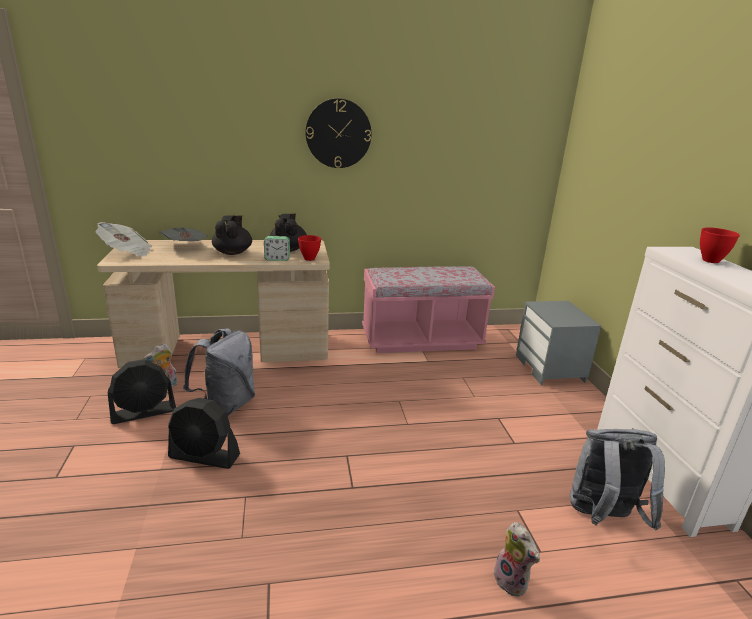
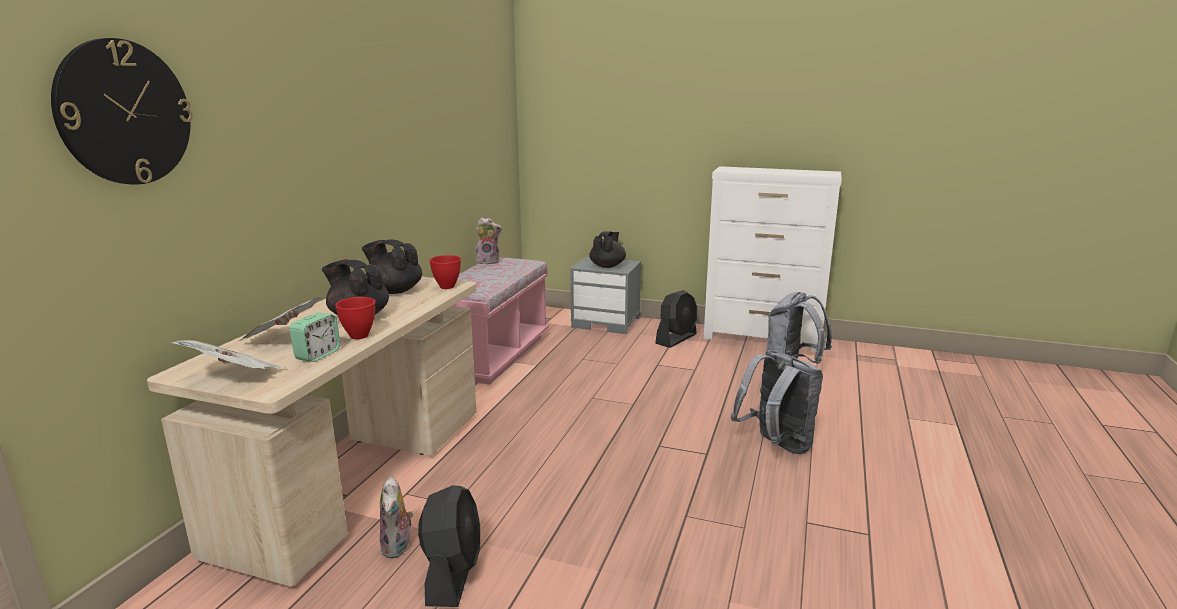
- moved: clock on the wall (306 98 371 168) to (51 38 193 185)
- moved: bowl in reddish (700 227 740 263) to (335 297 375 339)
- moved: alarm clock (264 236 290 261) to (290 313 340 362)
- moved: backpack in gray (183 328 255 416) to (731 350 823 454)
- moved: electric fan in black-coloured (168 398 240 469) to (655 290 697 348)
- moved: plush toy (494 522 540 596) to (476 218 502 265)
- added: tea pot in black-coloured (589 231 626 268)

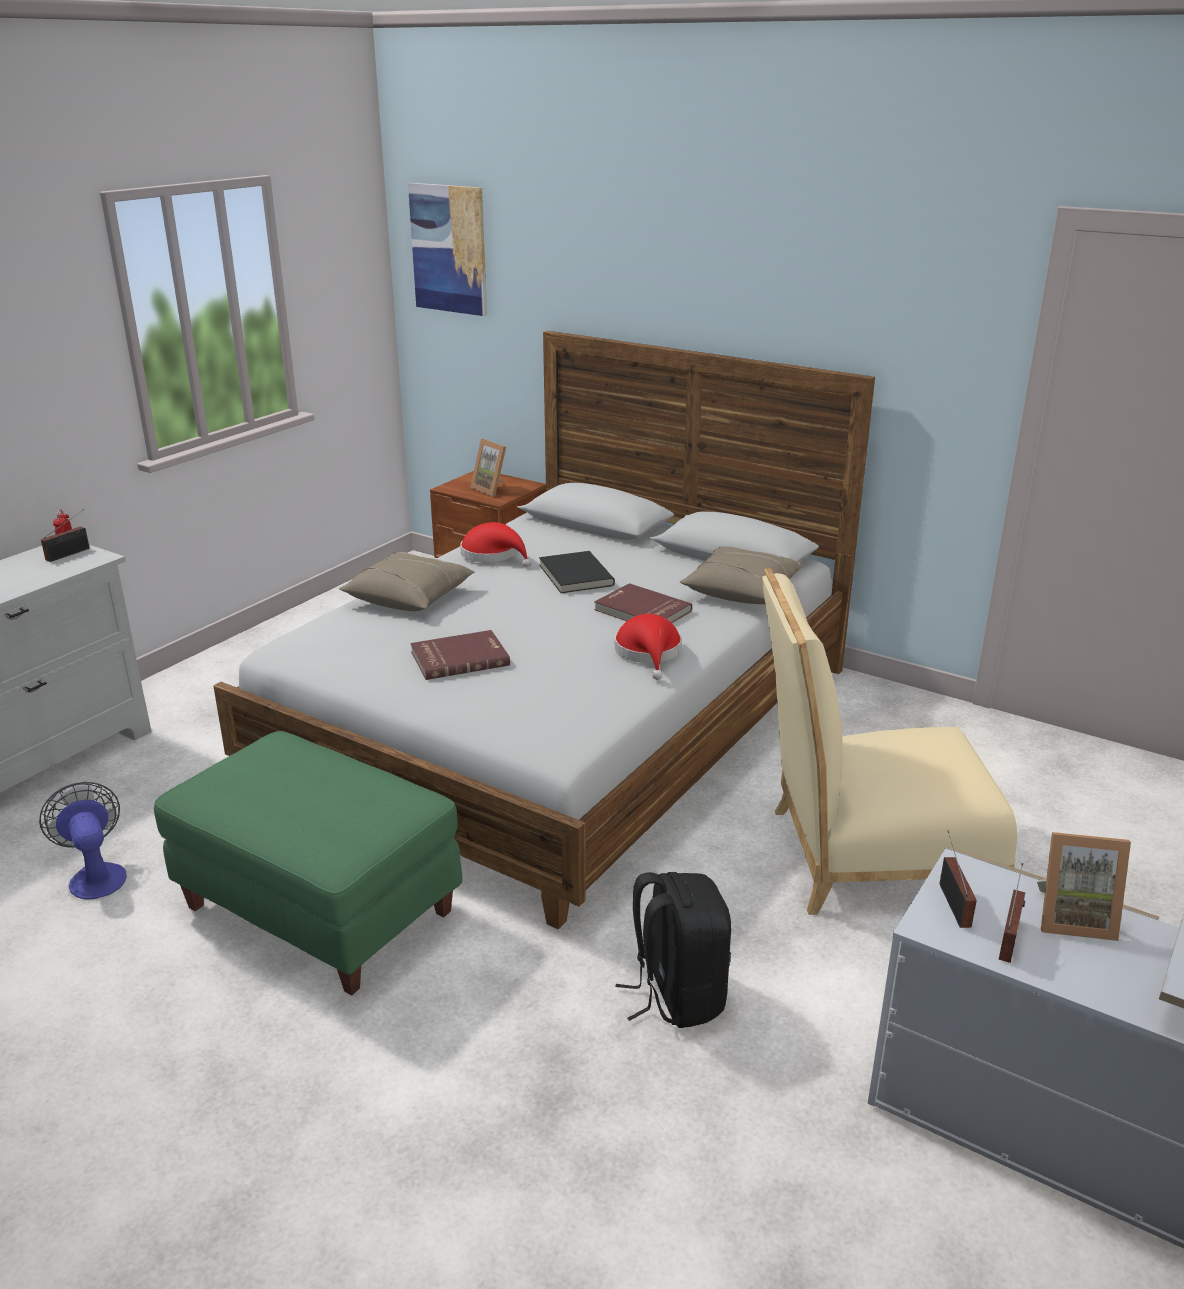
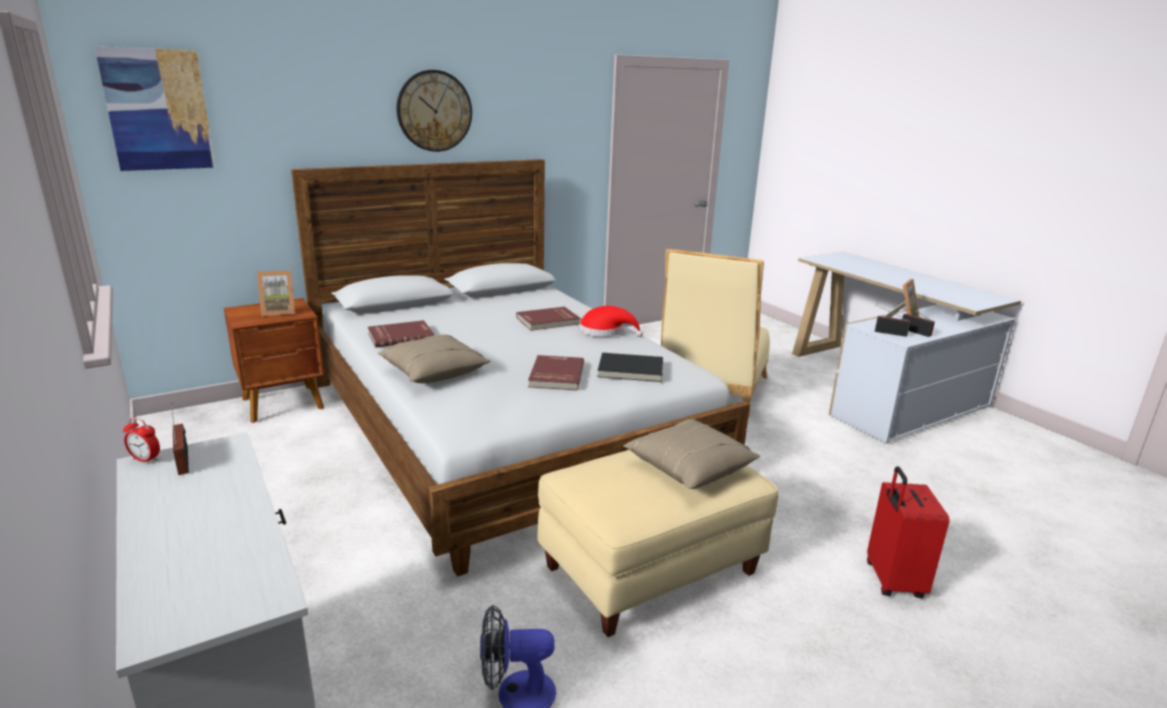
- replaced: wearable hat in reddish (460 522 531 567) to volume in reddish (368 320 434 348)
- moved: throw pillow in beige-coloured (680 546 804 604) to (623 419 760 489)
- moved: volume in black-coloured (539 551 615 593) to (597 353 663 382)
- recoloured: pouffe in green-coloured (154 731 463 995) to pouffe in beige-coloured (538 450 779 637)
- removed: backpack in black-coloured (616 872 731 1028)
- added: clock on the wall (396 70 472 152)
- added: suitcase in reddish (867 466 949 598)

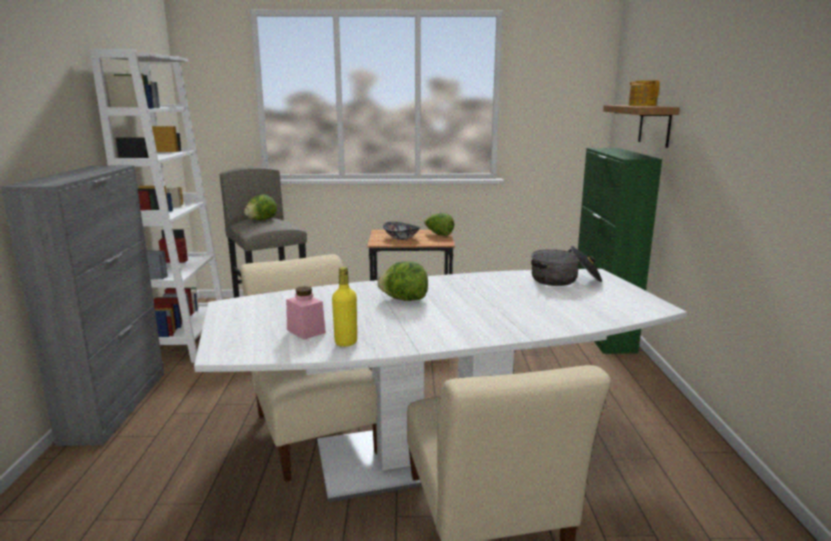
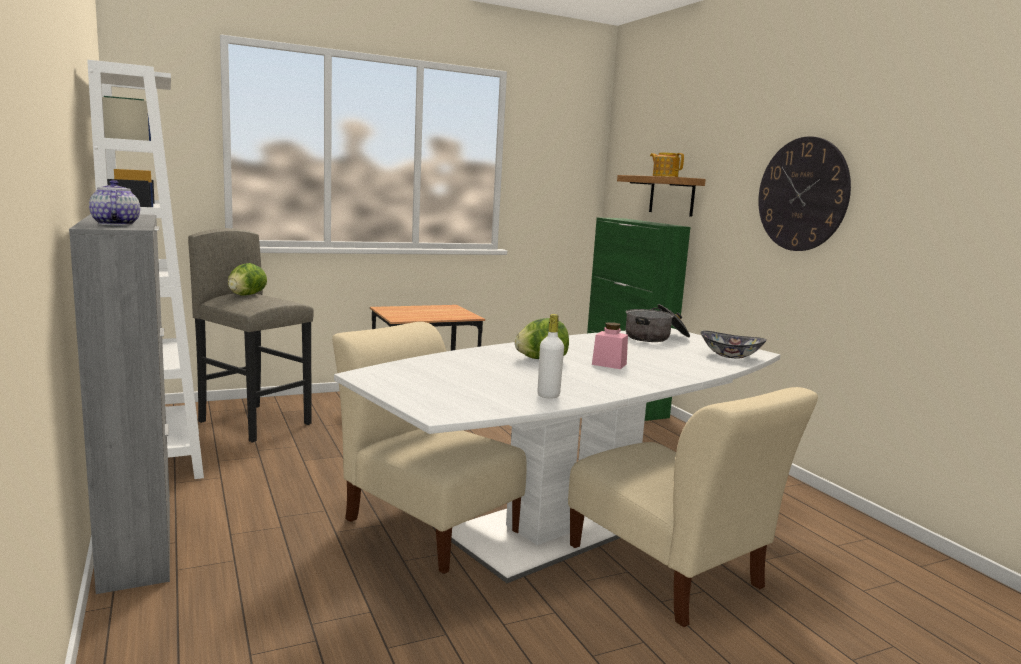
- removed: head of lettuce (424 213 454 236)
- moved: bowl (383 222 420 240) to (701 331 767 359)
- recoloured: bottle in yellow (332 267 357 347) to bottle in whitish (538 314 564 399)
- moved: preserve jar in pink (286 286 326 340) to (592 322 628 369)
- added: clock on the wall (758 136 851 251)
- added: tea pot (89 180 140 226)

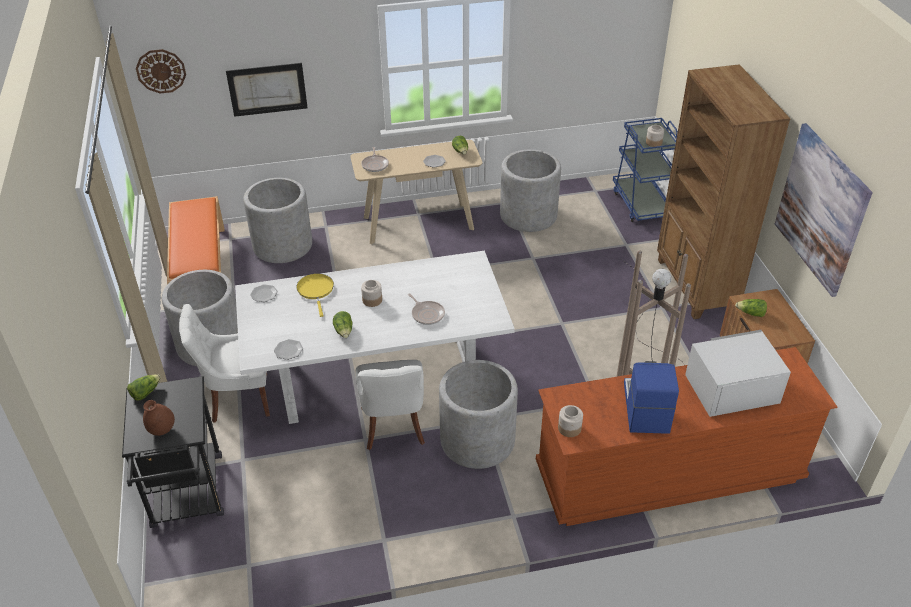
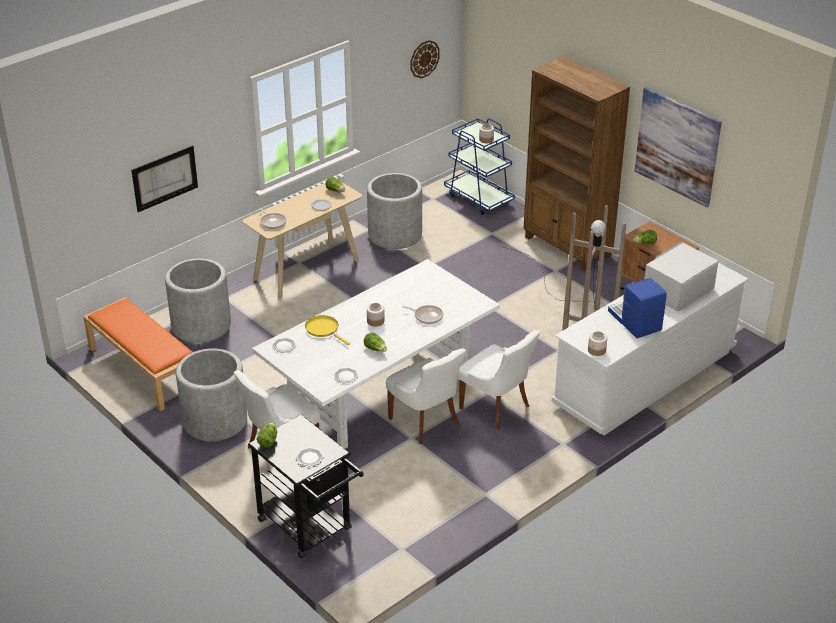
- moved: clock on the wall (136 49 186 94) to (411 40 440 79)
- recoloured: chest of drawers in brownish (536 347 837 526) to chest of drawers in whitish (552 263 749 435)
- replaced: plant pot in gray (439 360 518 469) to chair in whitish (458 330 540 429)
- replaced: vase in brownish (143 400 175 436) to flat dish (296 447 324 466)

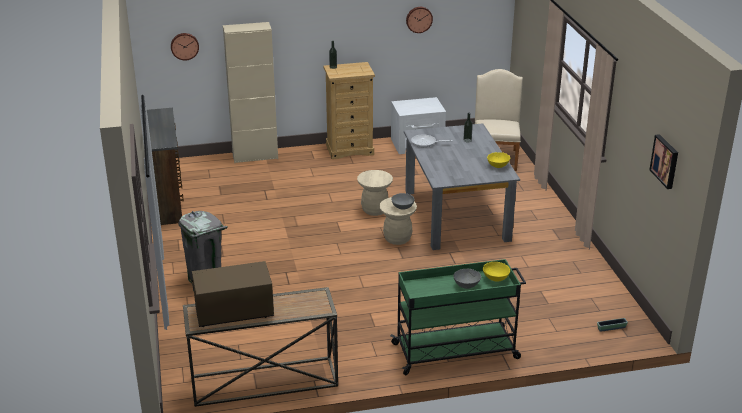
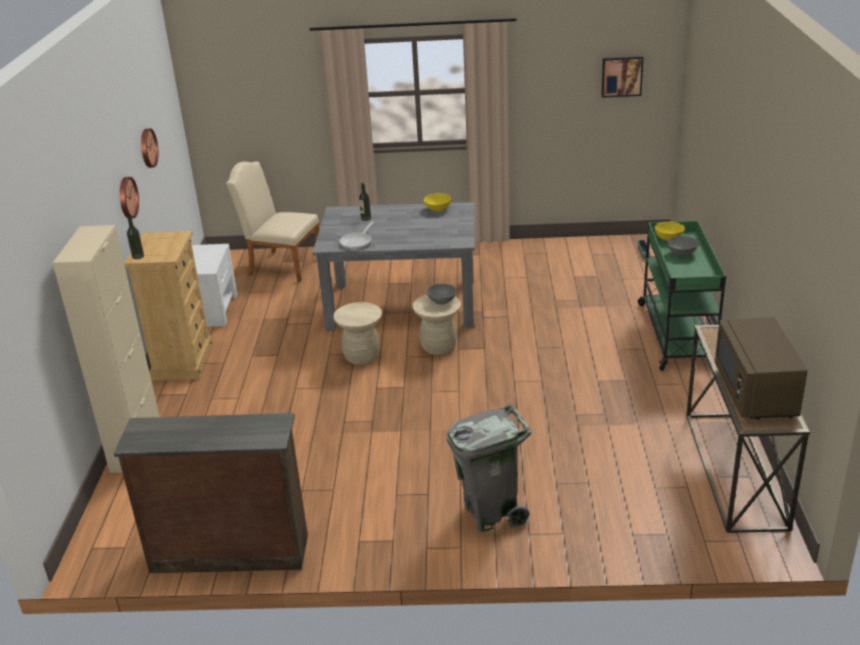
- moved: clock on the wall (171 33 199 60) to (120 177 139 218)

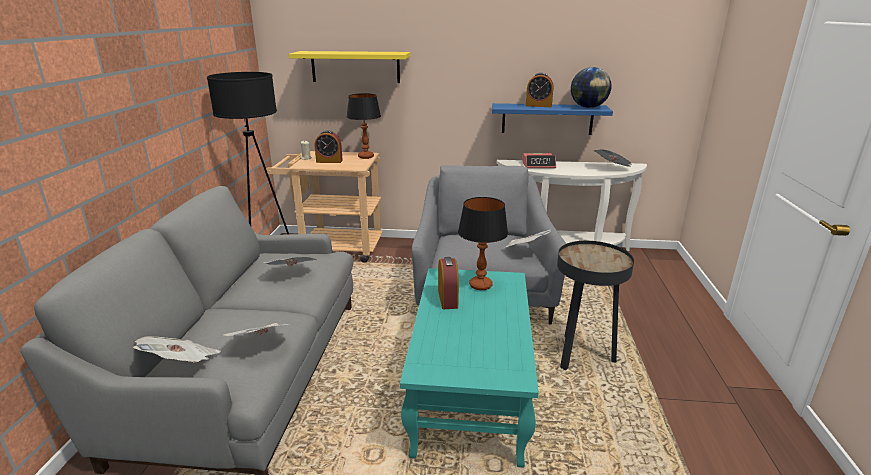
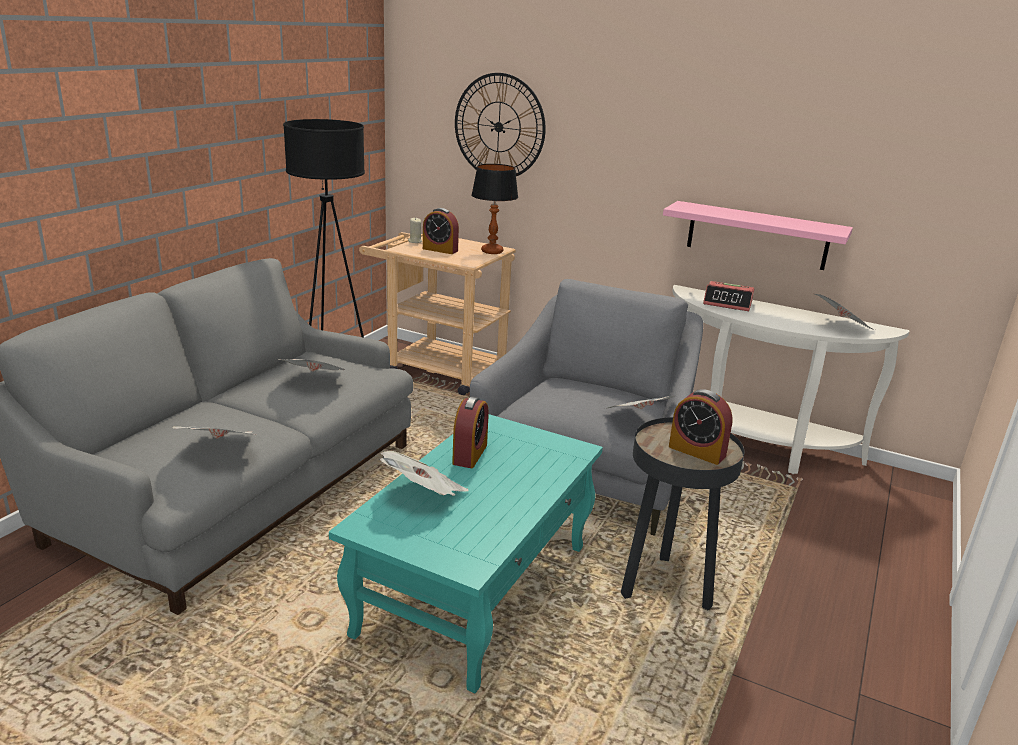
- replaced: bracket shelf in yellow (289 51 410 83) to clock on the wall (455 73 546 176)
- removed: globe (571 67 612 108)
- moved: alarm clock (526 73 553 107) to (669 389 733 465)
- recoloured: bracket shelf in blue-coloured (492 103 613 135) to bracket shelf in pink (663 201 853 270)
- removed: lamp for a table (458 197 508 290)
- moved: printed paper (133 336 221 362) to (379 451 469 495)

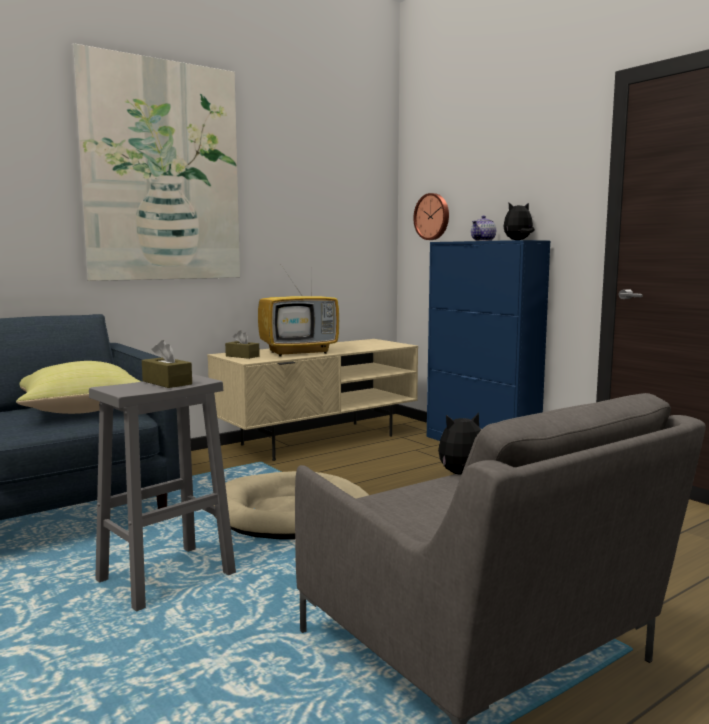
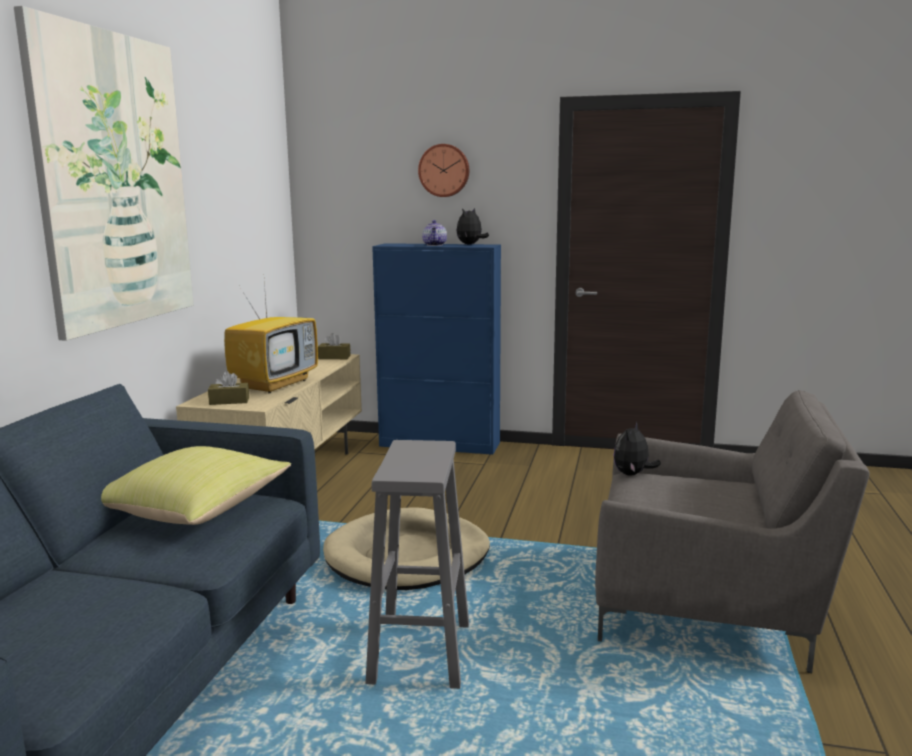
- moved: clock on the wall (413 193 449 240) to (418 144 469 197)
- moved: box of tissues in brownish (142 340 192 388) to (318 333 351 359)

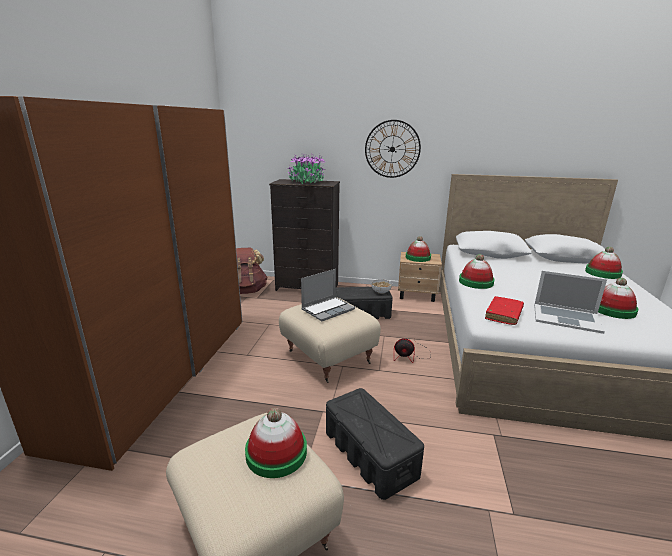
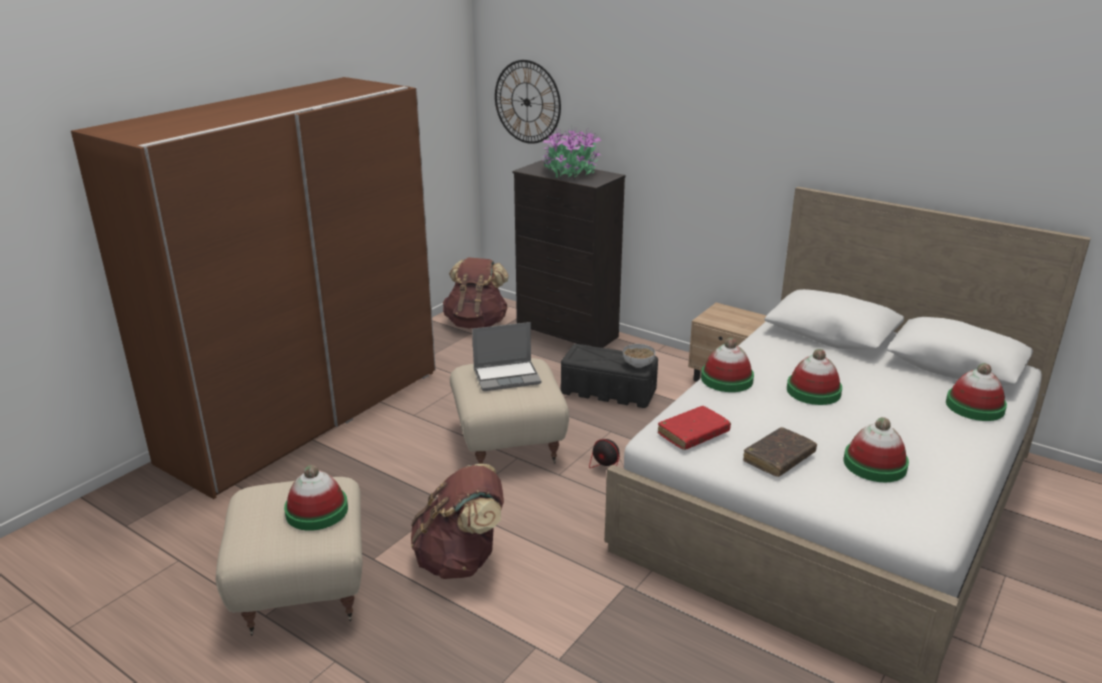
- moved: clock on the wall (365 120 421 178) to (495 60 561 144)
- moved: wearable hat (406 236 431 262) to (787 349 842 405)
- replaced: laptop (534 271 607 334) to volume in brownish (743 427 817 477)
- replaced: storage bin in black-coloured (326 388 424 500) to backpack in brownish (411 464 504 579)

